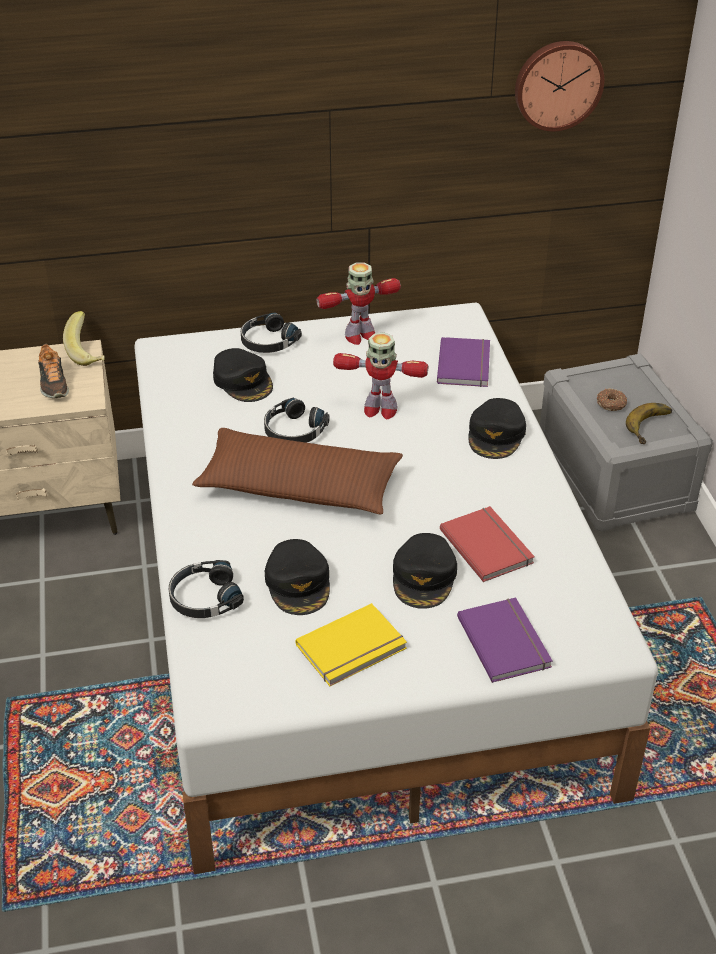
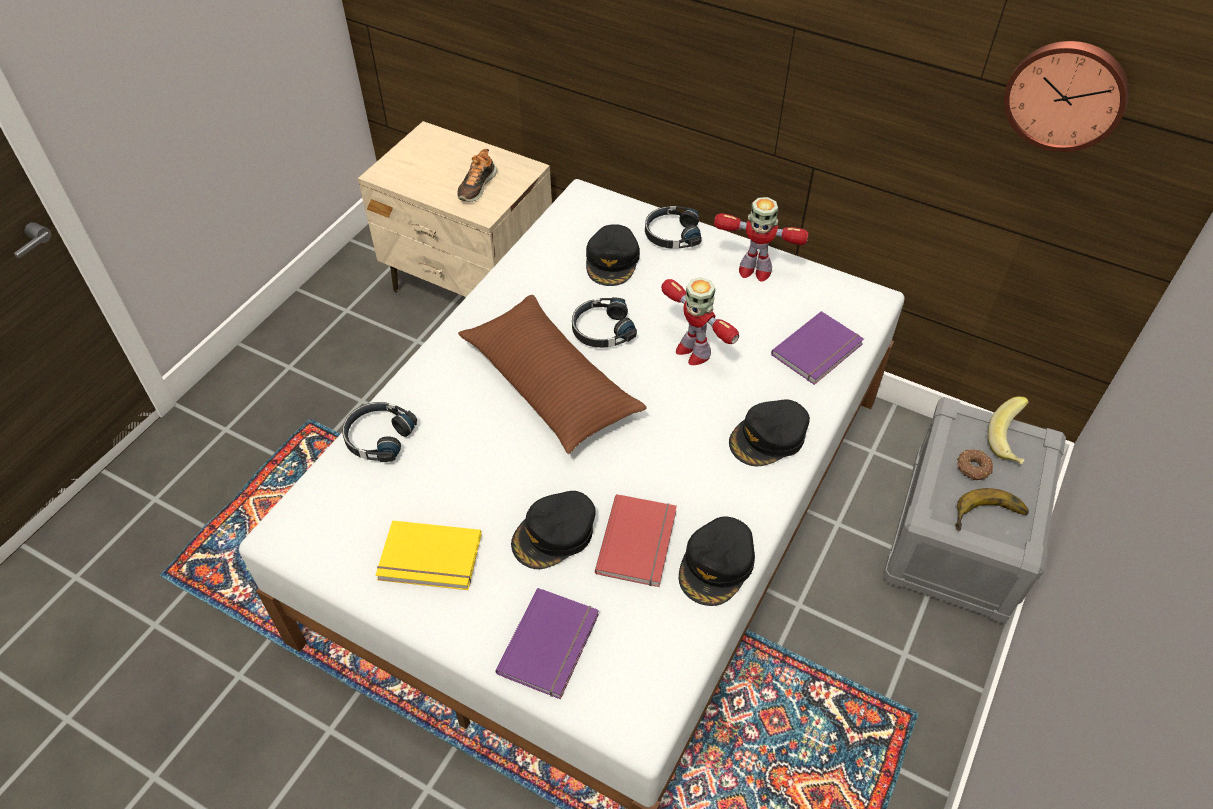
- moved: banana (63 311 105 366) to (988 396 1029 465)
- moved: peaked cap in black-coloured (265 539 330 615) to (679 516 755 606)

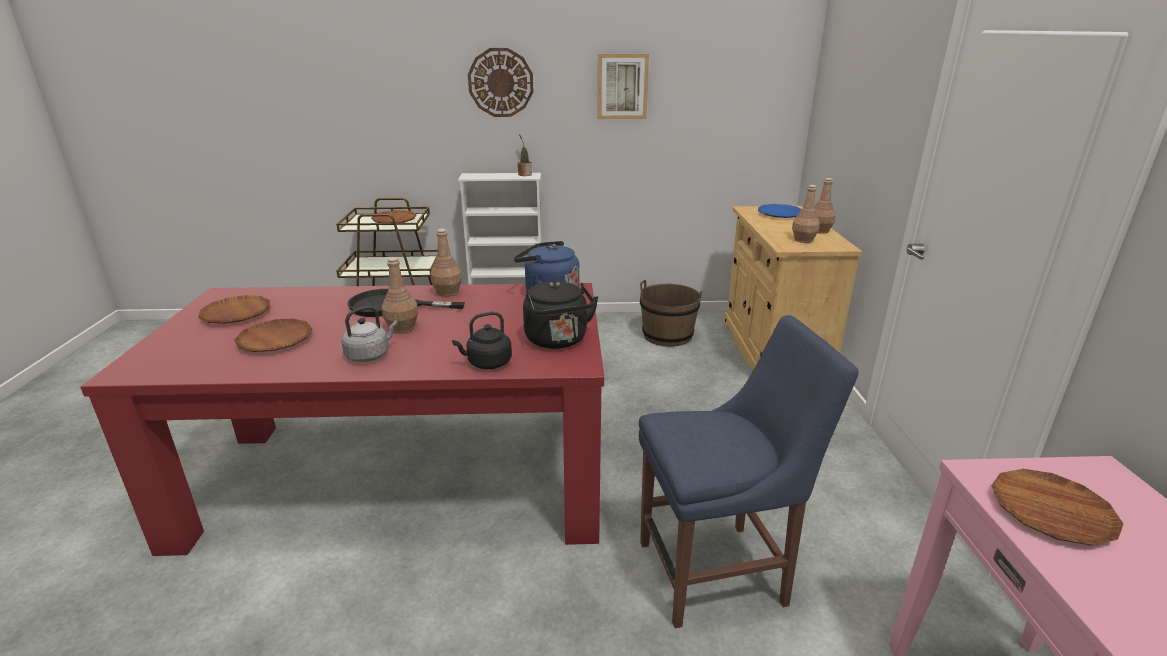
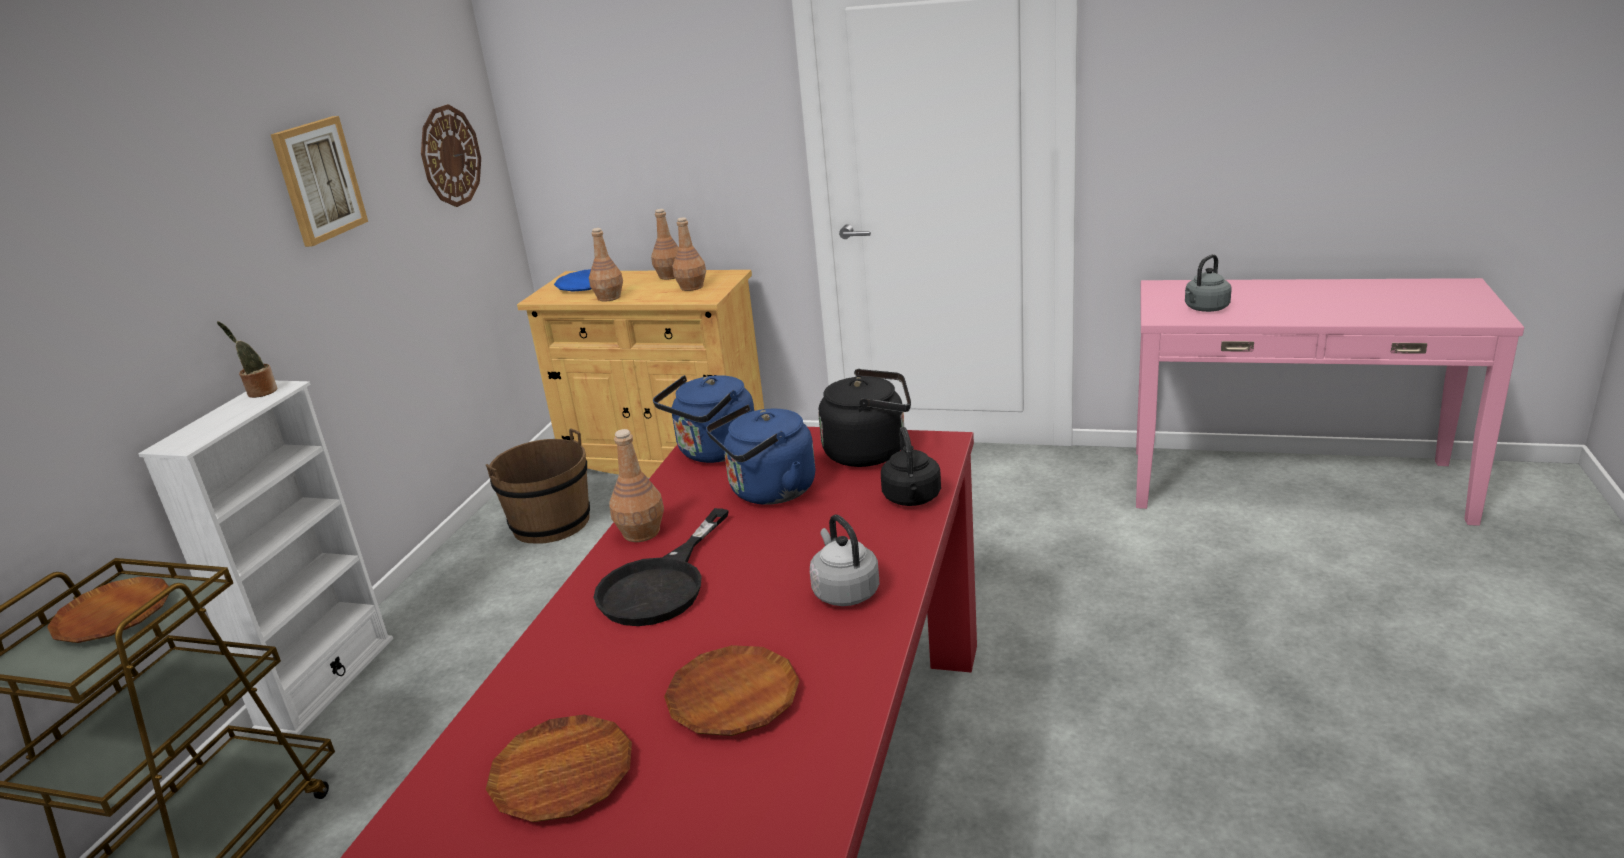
- moved: clock on the wall (468 48 533 117) to (421 104 481 207)
- moved: bottle in brownish (382 257 418 333) to (589 228 623 302)
- removed: chair in blue-coloured (639 315 859 628)
- replaced: flat dish in brownish (992 469 1123 546) to tea kettle in gray (1185 254 1232 312)
- added: tea kettle in blue-coloured (706 405 815 505)

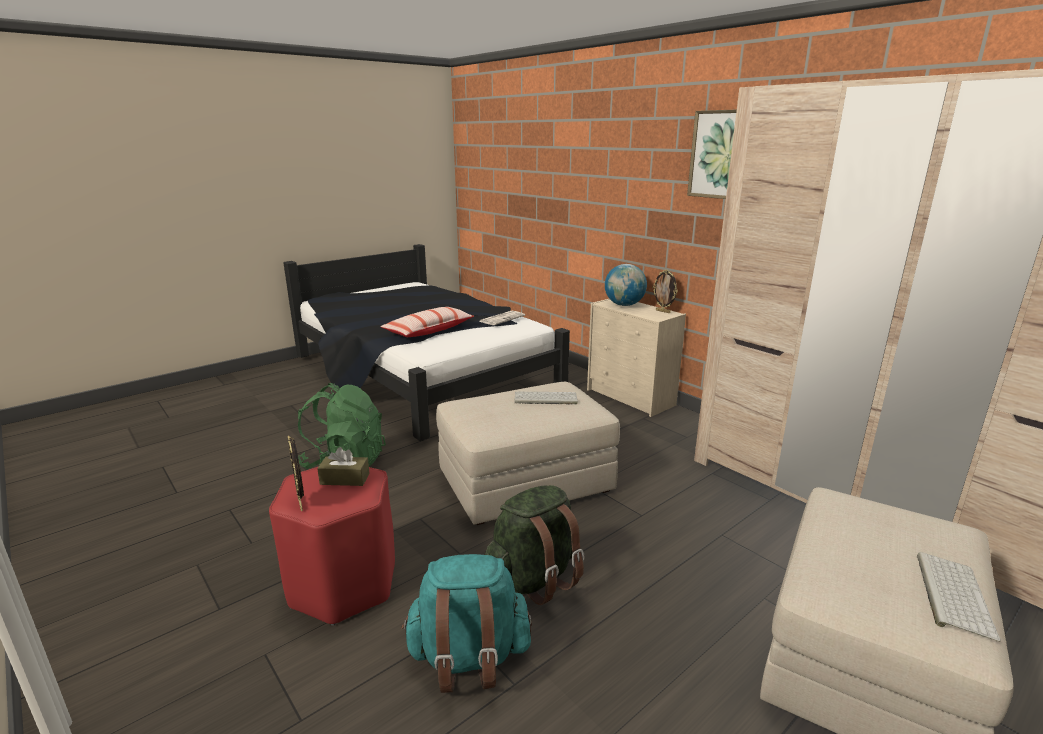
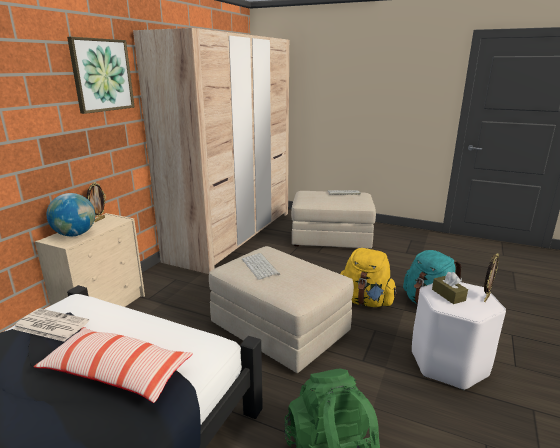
- recoloured: stool seat in reddish (269 467 395 626) to stool seat in whitish (412 282 506 390)
- recoloured: backpack in green-coloured (485 485 585 605) to backpack in yellow (340 248 397 307)

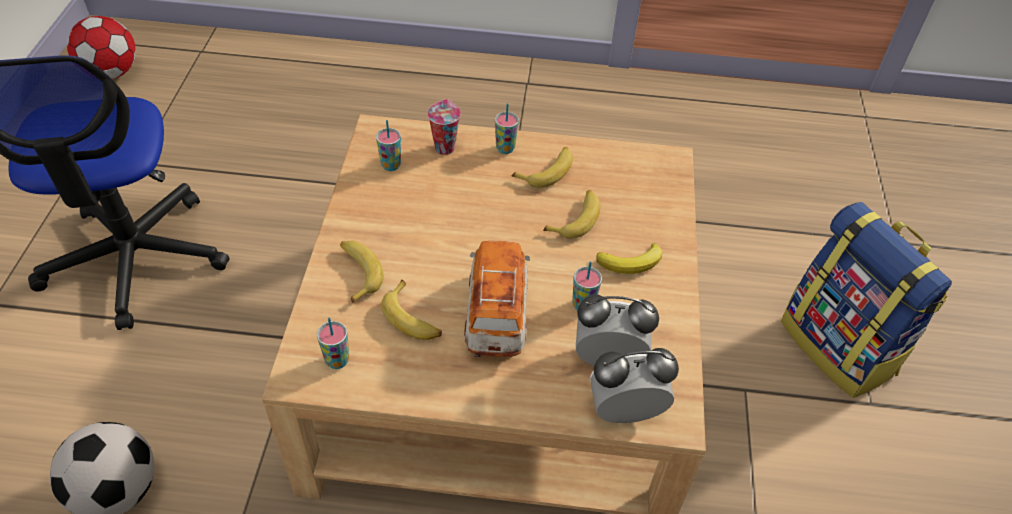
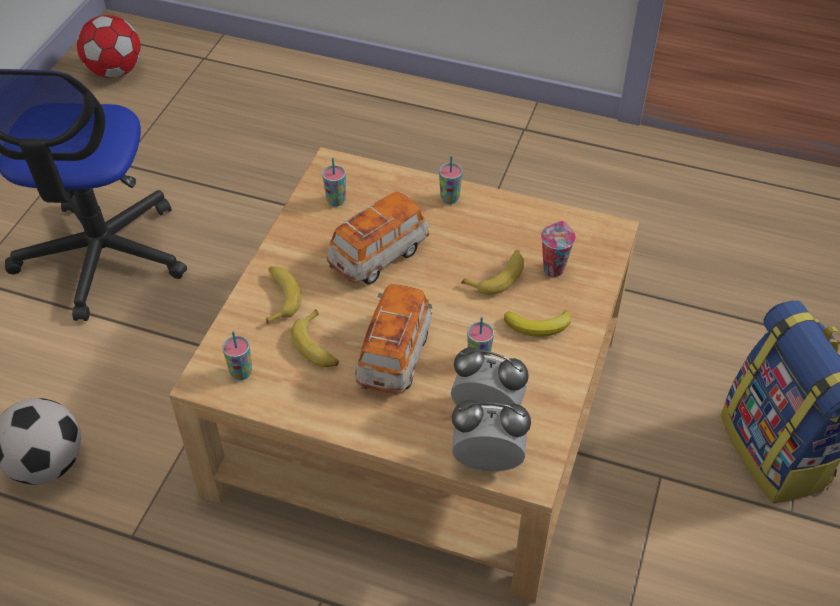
- moved: cup (427 99 461 155) to (541 221 576 277)
- removed: banana (512 147 573 188)
- added: toy car (327 192 429 285)

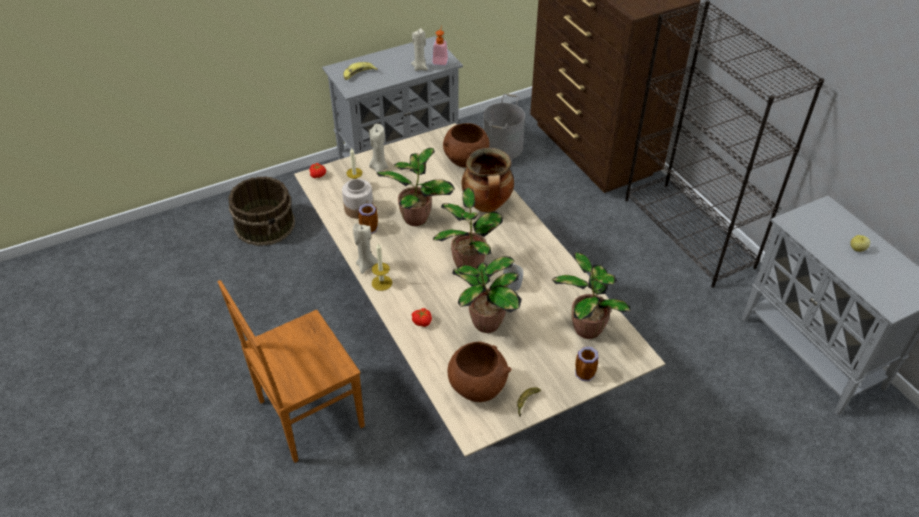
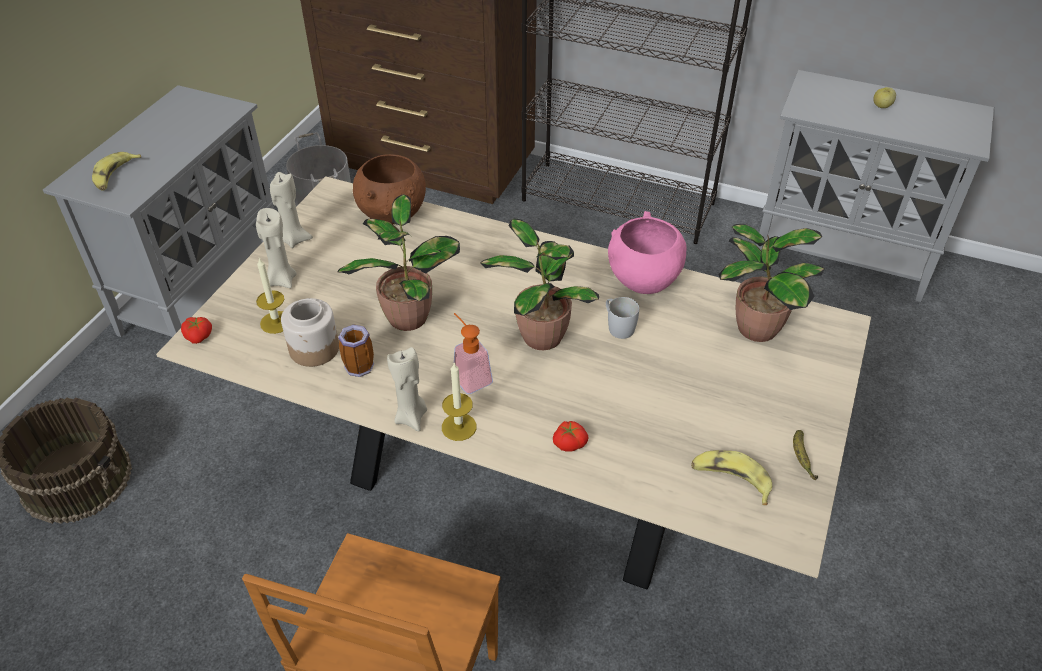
- moved: soap dispenser (432 26 448 66) to (454 313 493 394)
- moved: candle in beige-coloured (411 28 428 71) to (270 172 313 248)
- removed: saucepot (462 148 514 212)
- removed: potted plant (453 256 522 333)
- replaced: bowl in brownish (448 342 512 402) to banana (691 450 772 505)
- removed: tea mug (575 347 599 381)
- added: bowl in pink (608 211 686 294)

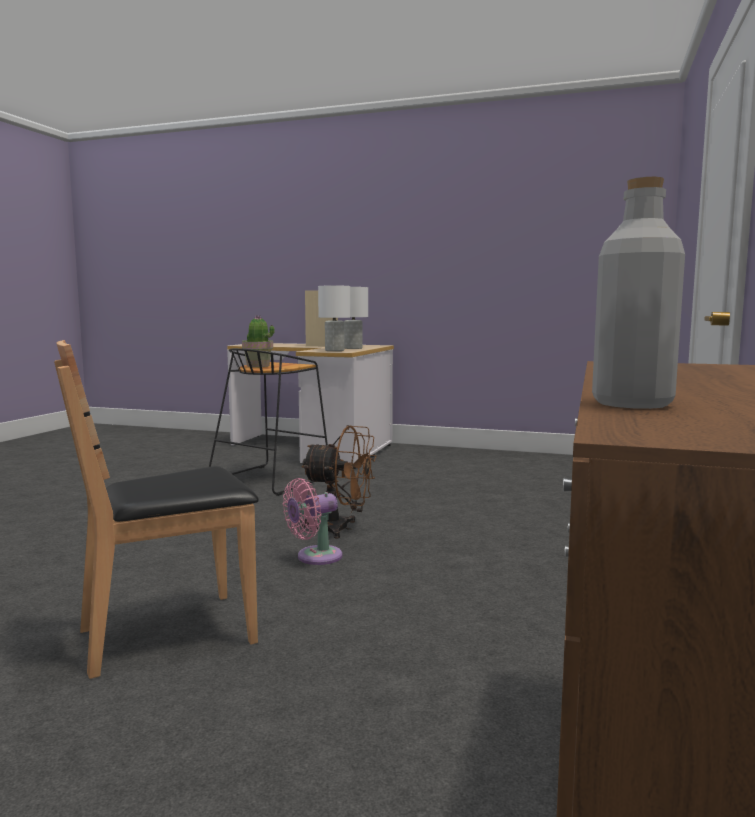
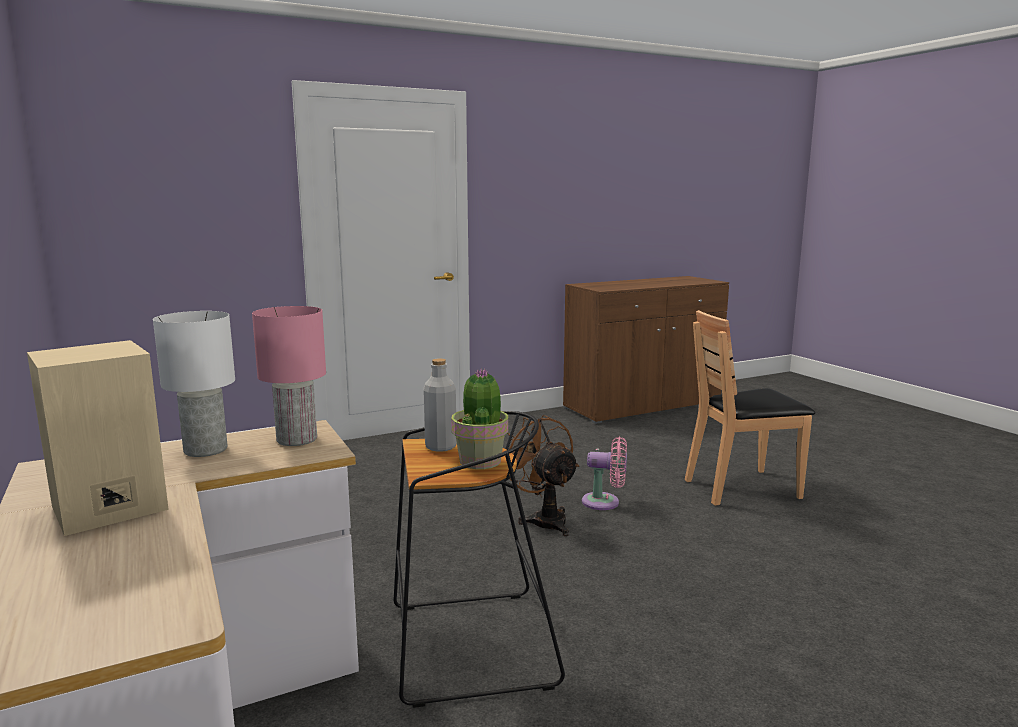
- moved: bottle in gray (592 177 685 409) to (423 358 457 452)
- recoloured: lamp for a table in whitish (318 286 350 351) to lamp for a table in pink (252 306 326 446)
- turned: chair in brownish (54 340 259 679) = (685 310 815 506) 150 degrees clockwise

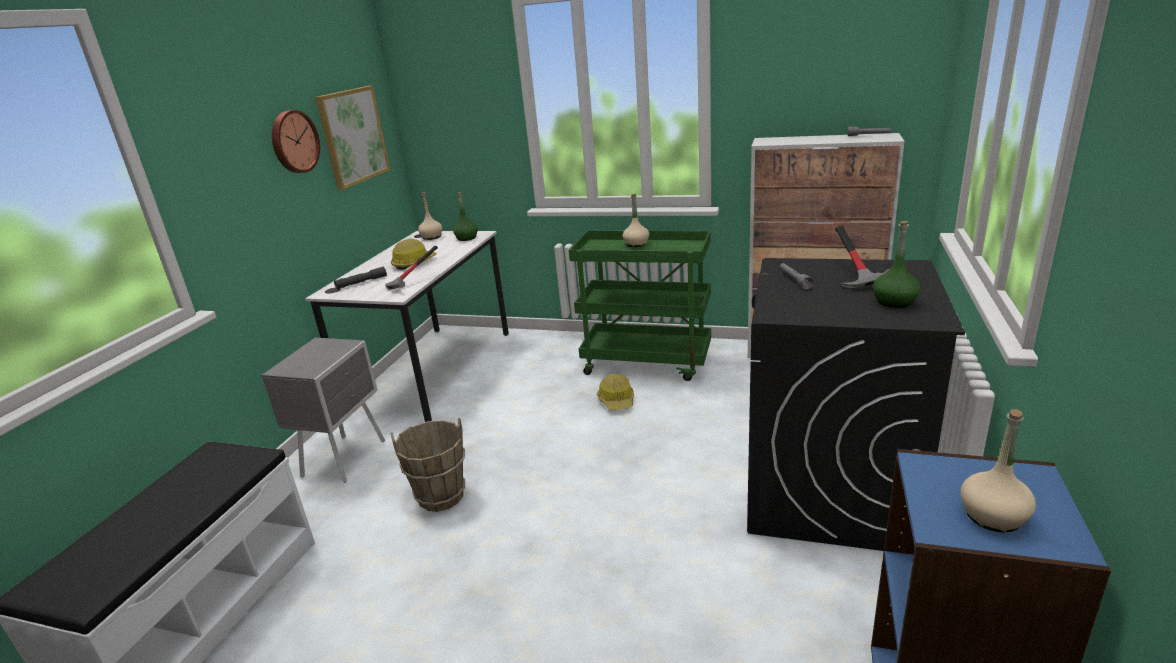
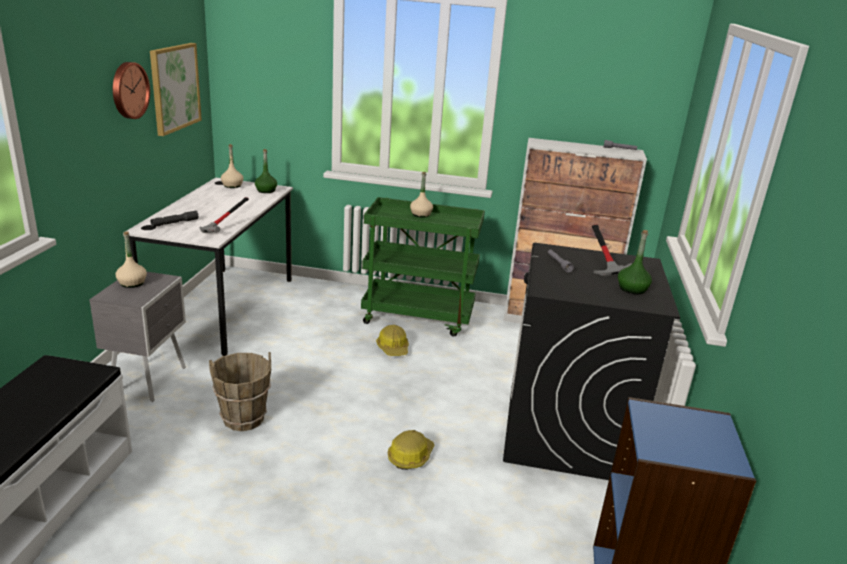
- moved: safety helmet (391 239 437 270) to (388 430 434 470)
- moved: bottle in beige-coloured (961 409 1036 533) to (116 231 147 288)

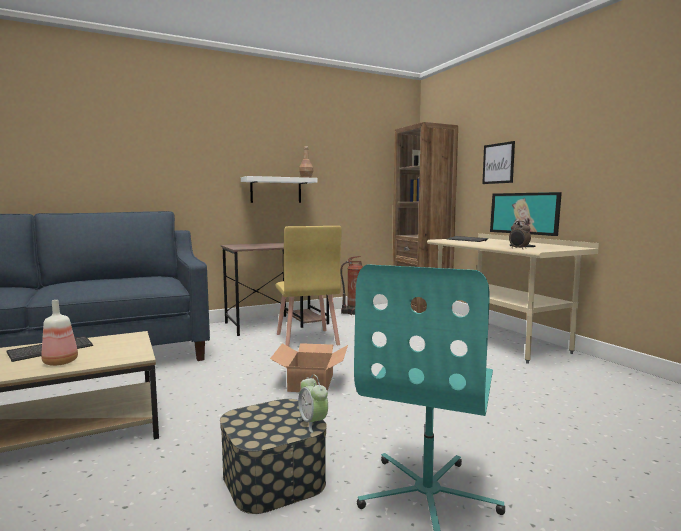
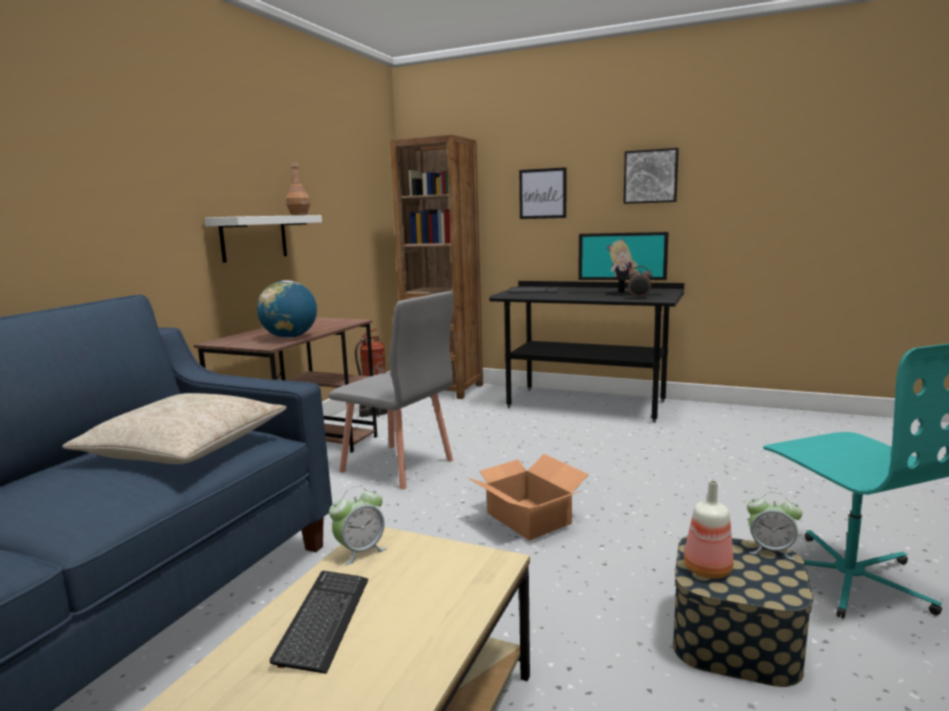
- recoloured: chair in yellow (276 226 342 347) to chair in gray (328 291 454 489)
- recoloured: desk in beige-coloured (427 233 599 364) to desk in black-coloured (489 281 684 423)
- moved: bottle (41 300 78 366) to (684 480 734 579)
- added: wall art (623 148 679 204)
- added: globe (257 280 317 338)
- added: throw pillow in beige-coloured (62 393 287 464)
- added: alarm clock (329 486 387 565)

